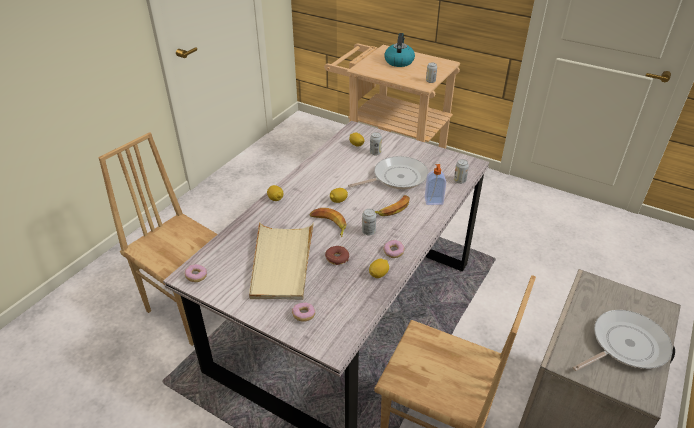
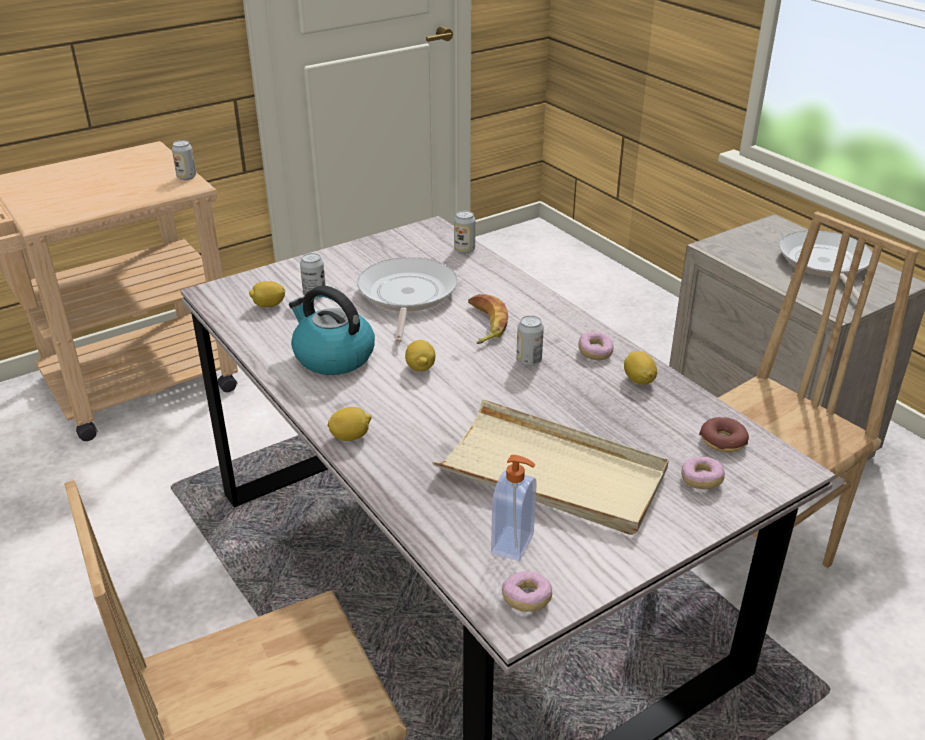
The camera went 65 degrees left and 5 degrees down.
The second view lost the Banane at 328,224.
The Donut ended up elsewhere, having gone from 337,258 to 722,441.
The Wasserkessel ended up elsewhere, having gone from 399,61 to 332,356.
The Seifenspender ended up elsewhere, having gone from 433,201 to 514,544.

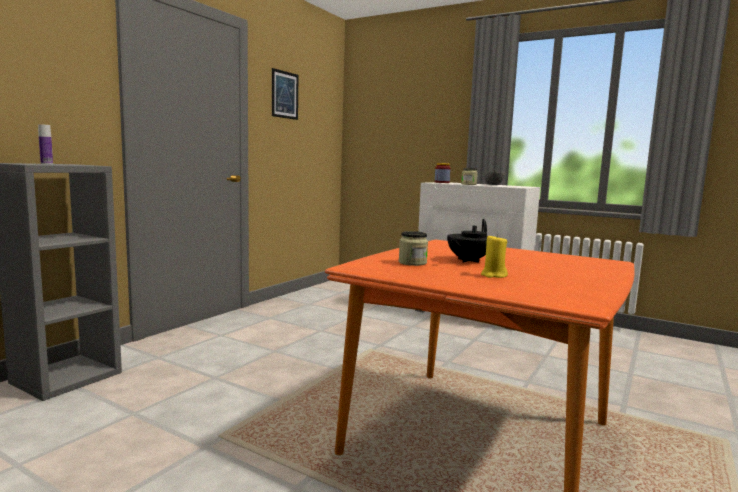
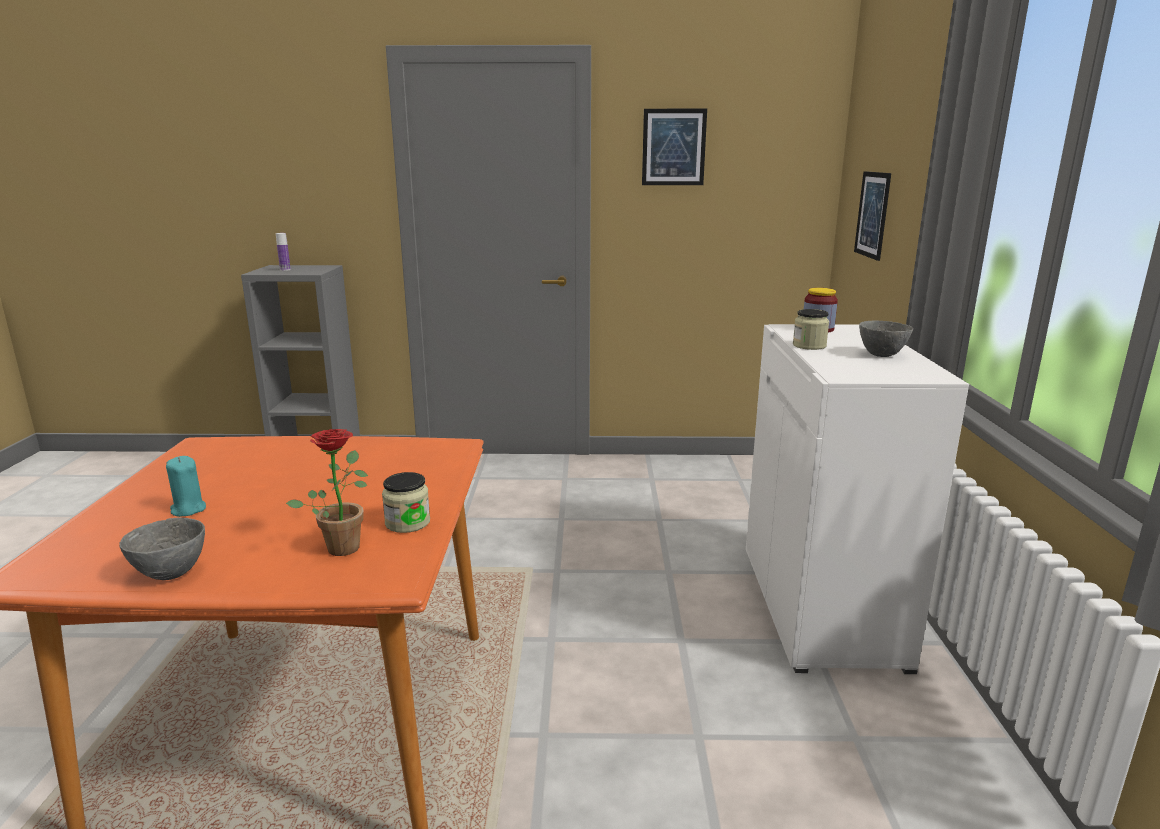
The camera went 60 degrees right and 10 degrees up.
The second view lost the Teekanne [schwarz] at 468,260.
The second view gained the Schüssel [grau] at 170,574.
The second view gained the Topfpflanze at 344,545.
The second view gained the Bild at 872,214.
The Vorratsglas ended up elsewhere, having gone from 412,263 to 407,523.
What was the Kerze [gelb] at 493,275 turned into the Kerze [türkis] at 188,509.

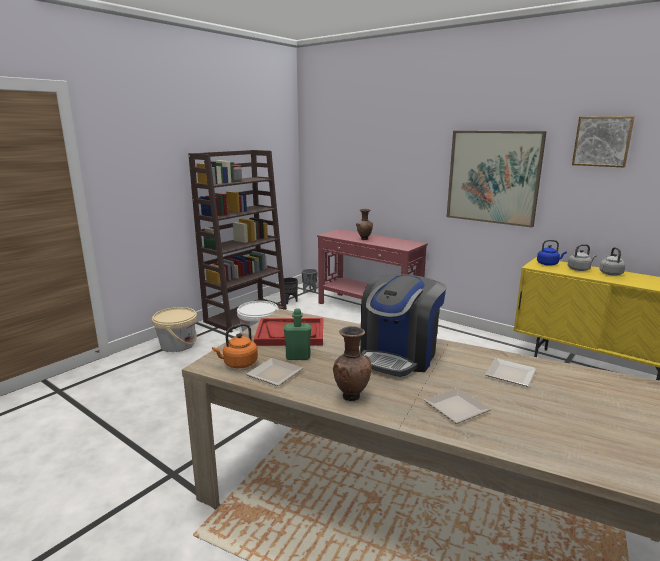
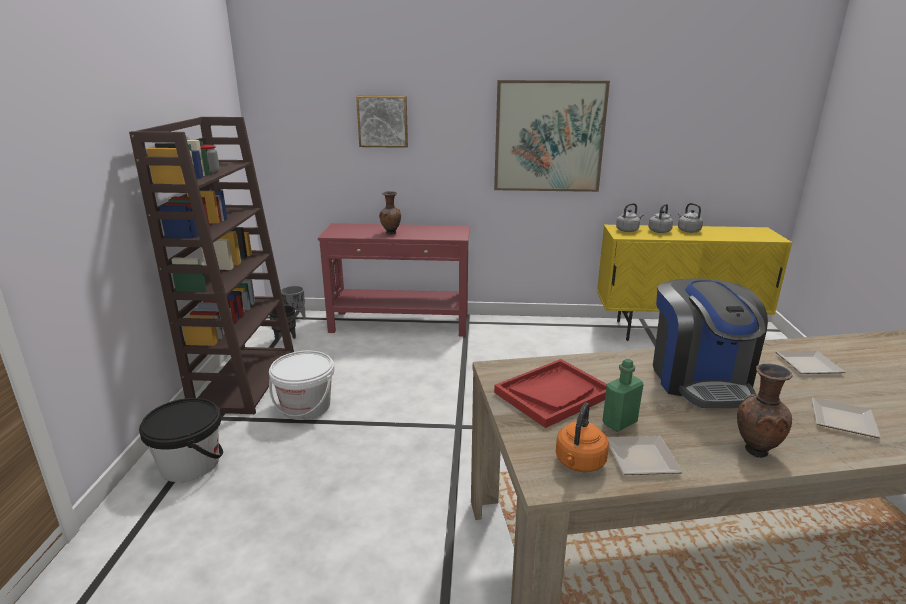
The camera went 35 degrees left and 5 degrees up.
The Bild ended up elsewhere, having gone from 602,141 to 383,121.
What was the Eimer [beige] at 177,345 turned into the Eimer [schwarz] at 190,464.
What was the Wasserkessel [blau] at 548,264 turned into the Wasserkessel [grau] at 628,230.

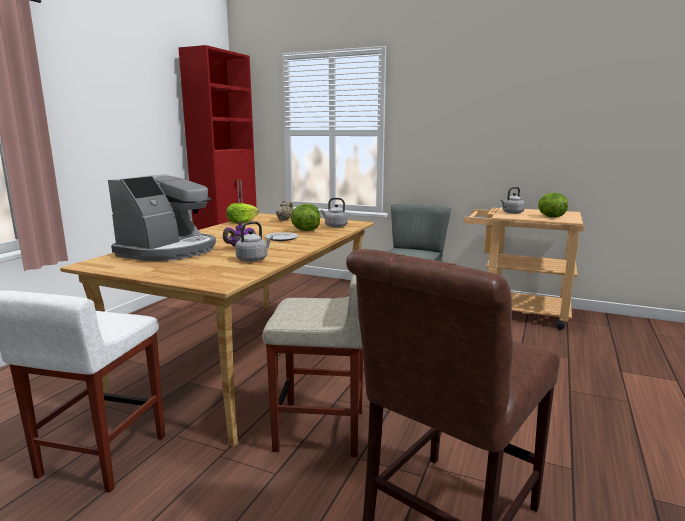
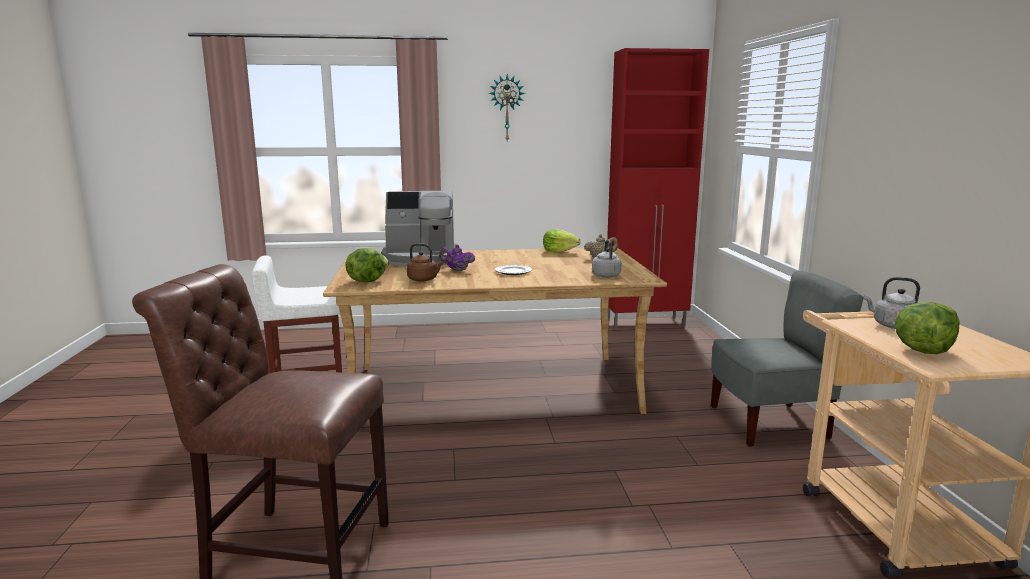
The camera went 60 degrees right and 0 degrees up.
The second view lost the Hocker [beige] at 322,430.
The second view gained the Wanduhr at 506,108.
The Salatkopf ended up elsewhere, having gone from 305,230 to 367,281.
What was the Wasserkessel [grau] at 253,259 turned into the Wasserkessel [braun] at 424,280.

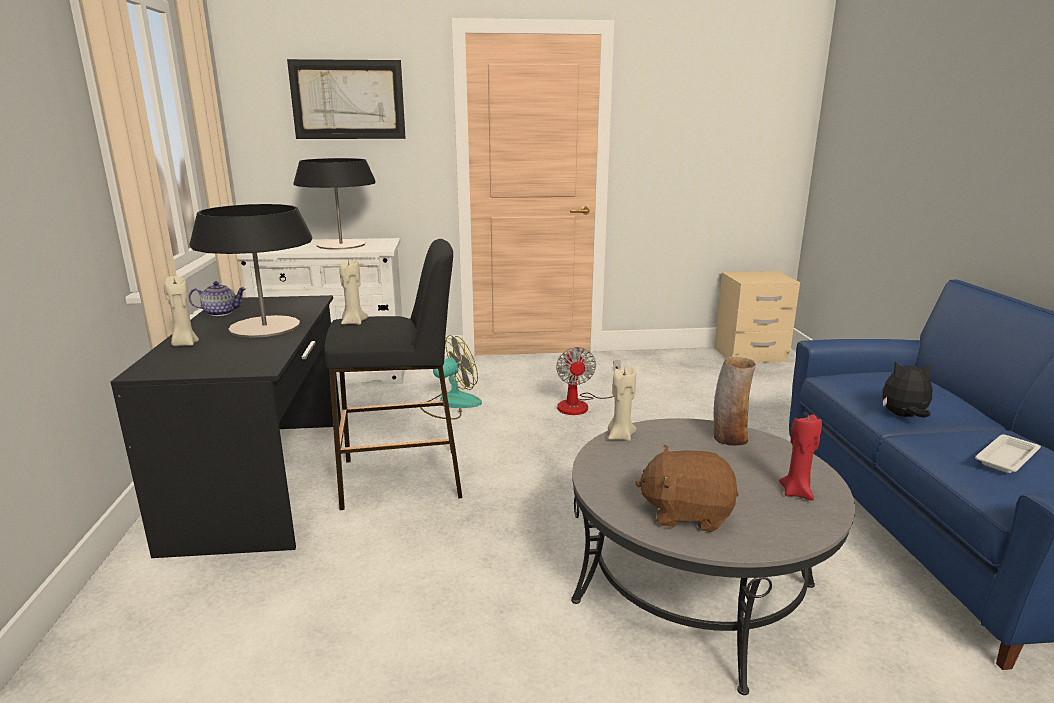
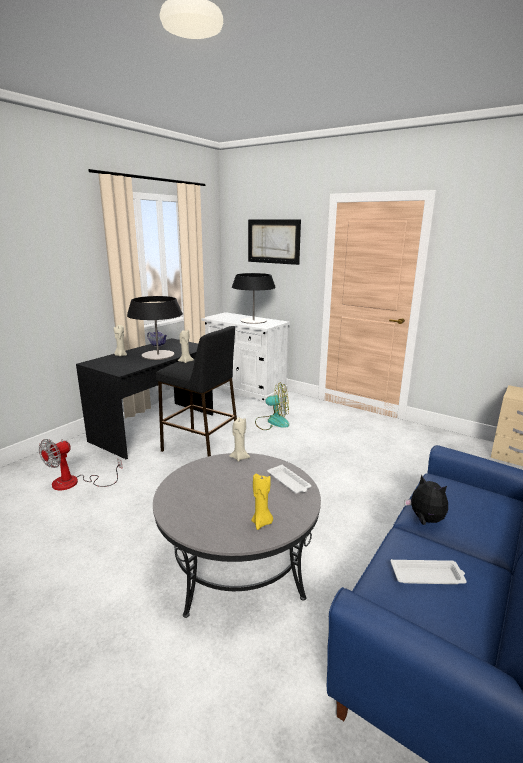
The camera went 40 degrees right and 0 degrees up.
The second view lost the Plüschtier [braun] at 686,513.
The Ventilator ended up elsewhere, having gone from 580,405 to 74,483.
Where the Vase stood at 729,438, the Tablett [weiß] came to stand at 289,482.
What was the Kerze [rot] at 797,492 turned into the Kerze [gelb] at 262,523.

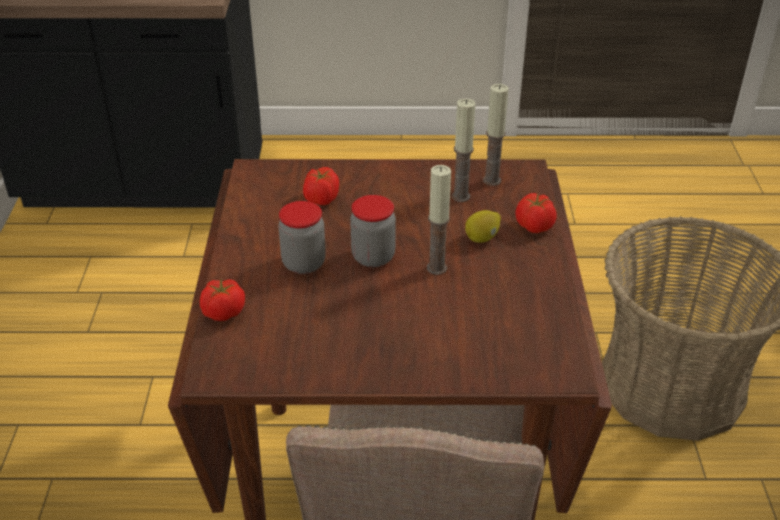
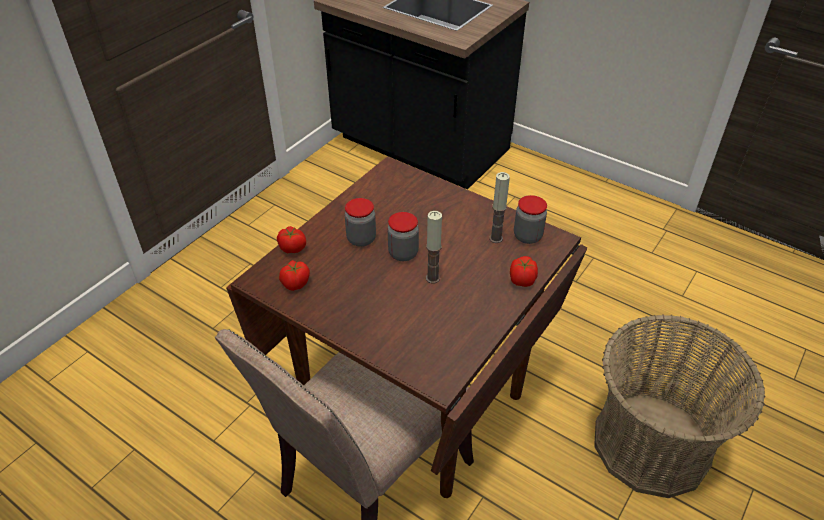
The camera went 35 degrees right and 5 degrees up.
The second view lost the Zitrone at 482,238.
The Tomate ended up elsewhere, having gone from 321,199 to 295,284.
Where the Kerze stood at 492,180, the Vorratsglas came to stand at 527,236.

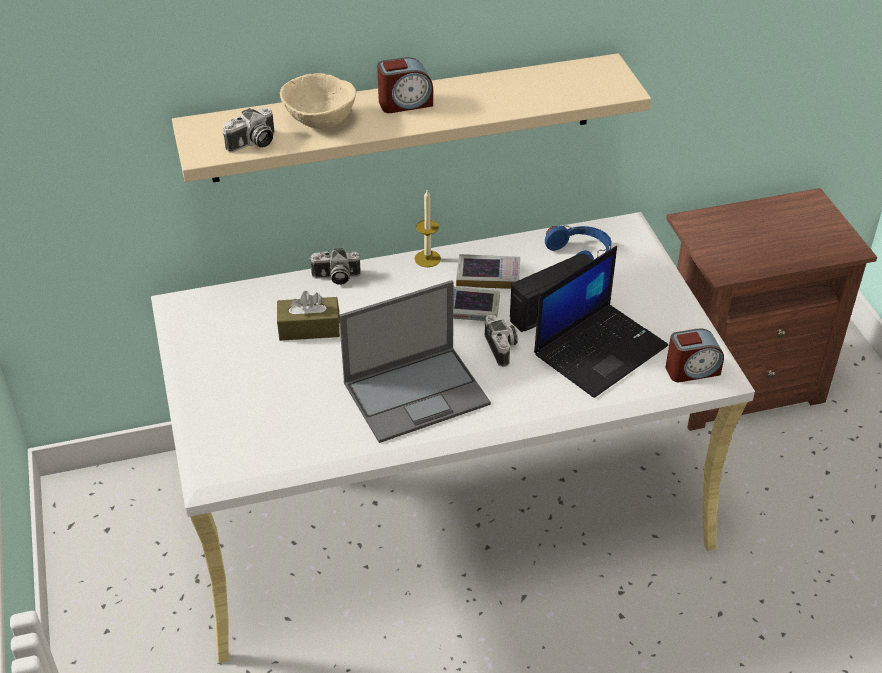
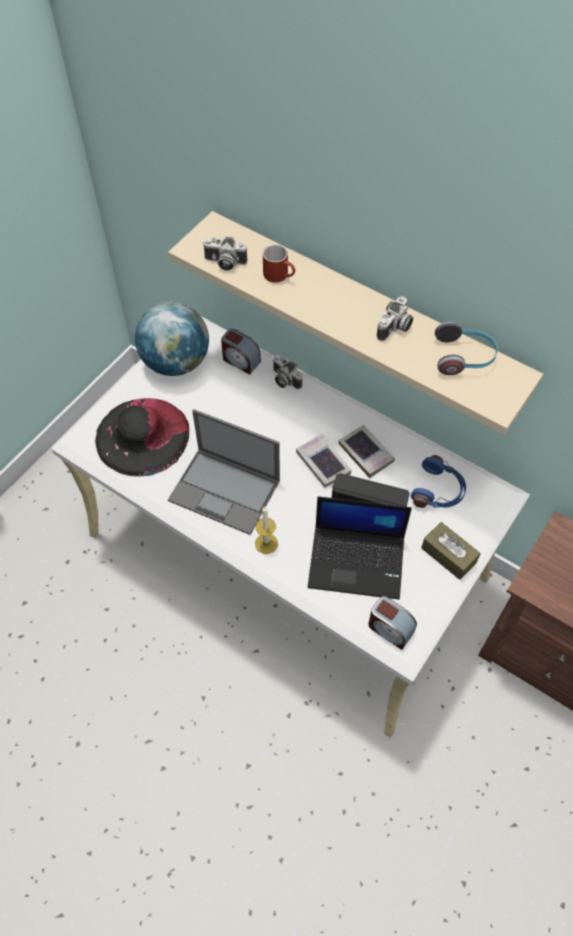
The camera went 50 degrees right and 15 degrees up.
The second view gained the Hut [schwarz] at 142,436.
The second view gained the Globus at 176,362.
The second view gained the Kopfhörer at 464,357.
The Taschentuchbox [braun] ended up elsewhere, having gone from 309,328 to 448,555.
The Wecker ended up elsewhere, having gone from 405,103 to 240,361.
The Kerze ended up elsewhere, having gone from 427,258 to 266,543.
The Kamera ended up elsewhere, having gone from 502,348 to 395,328.
Where the Schüssel [beige] stood at 319,121, the Henkelbecher [rot] came to stand at 280,275.

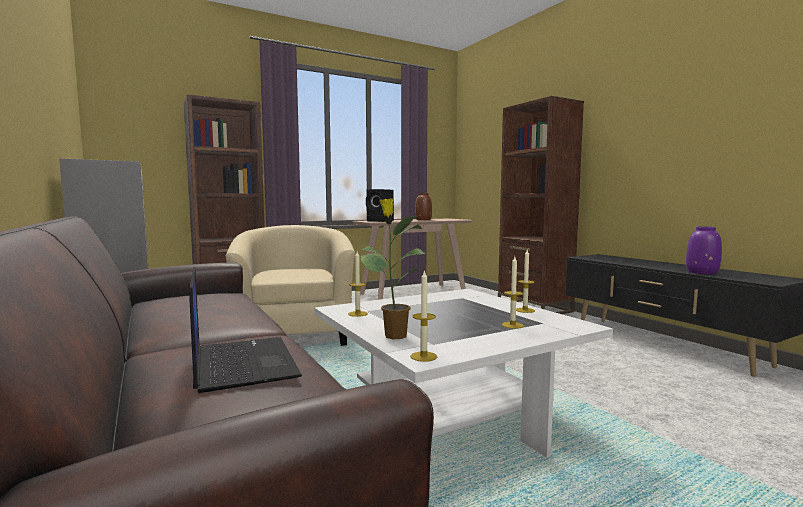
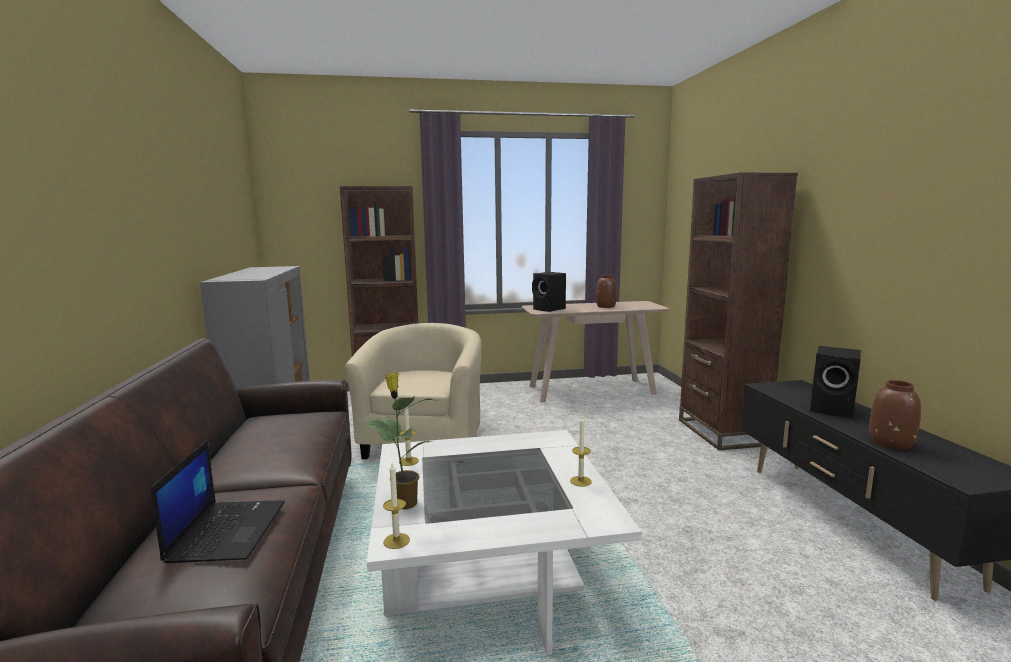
The camera went 20 degrees right and 5 degrees up.
The second view lost the Kerze at 512,325.
The second view gained the Lautsprecher [schwarz] at 834,409.
What was the Vase [lila] at 702,272 turned into the Vase [braun] at 891,443.

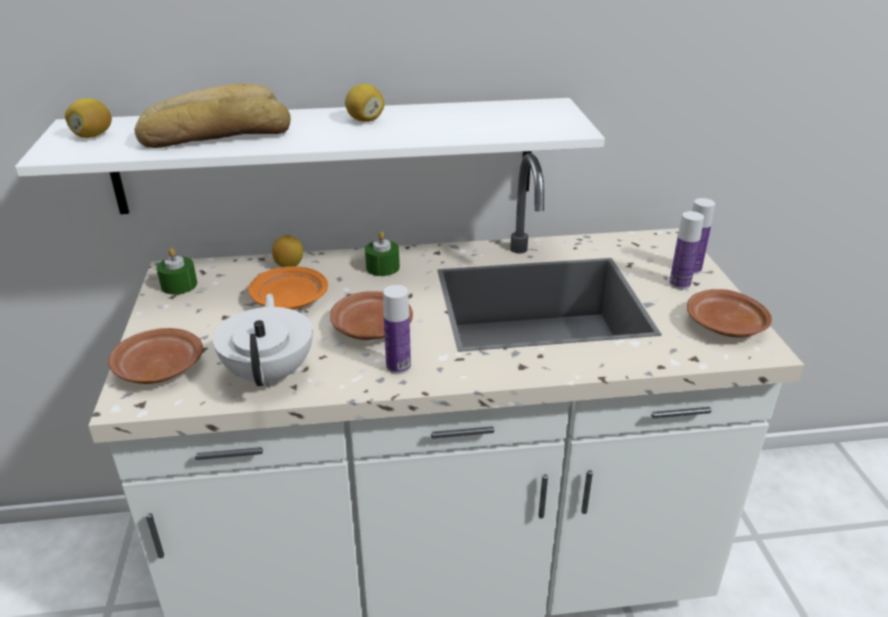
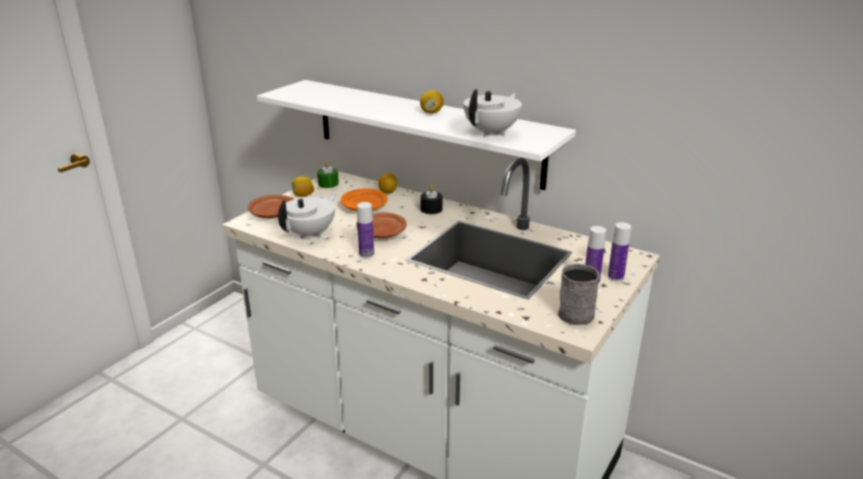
The camera went 40 degrees right and 5 degrees down.
The second view lost the Brot at 216,135.
The second view gained the Teekanne [weiß] at 492,132.
The Zitrone ended up elsewhere, having gone from 92,136 to 303,195.
Where the Teller [braun] stood at 725,326, the Henkelbecher [grau] came to stand at 578,312.
What was the Kerze [grün] at 382,267 turned into the Kerze [schwarz] at 431,209.

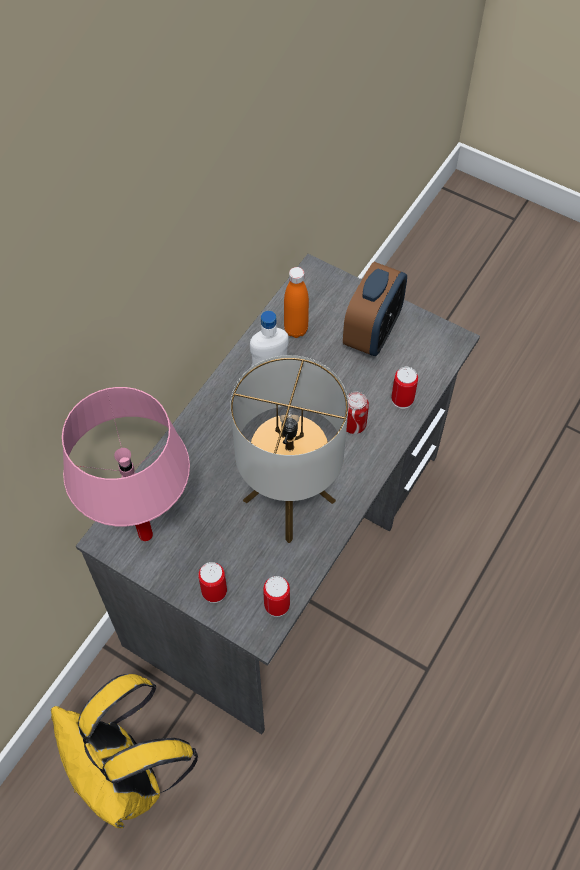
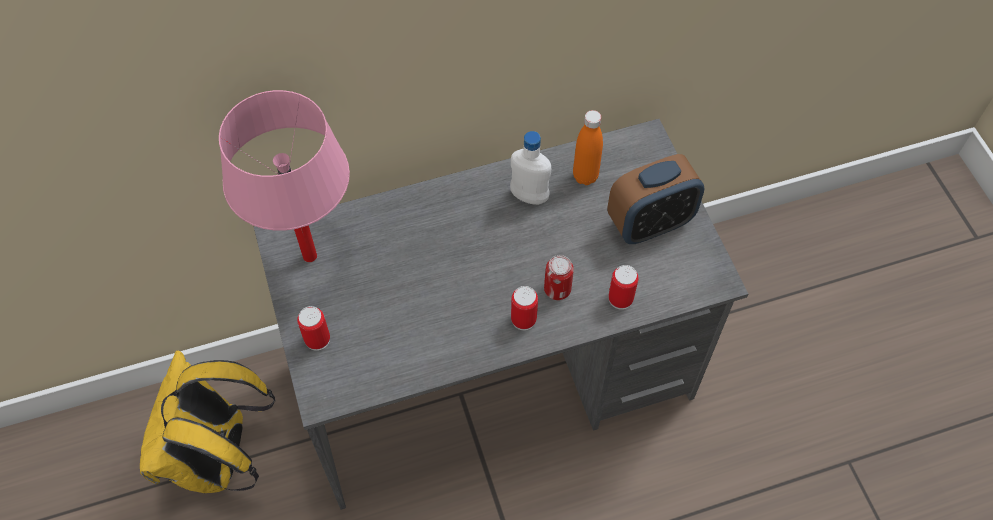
The camera went 40 degrees right and 0 degrees up.
The second view lost the Tischlampe at 288,500.
The Dose ended up elsewhere, having gone from 277,605 to 523,319.

